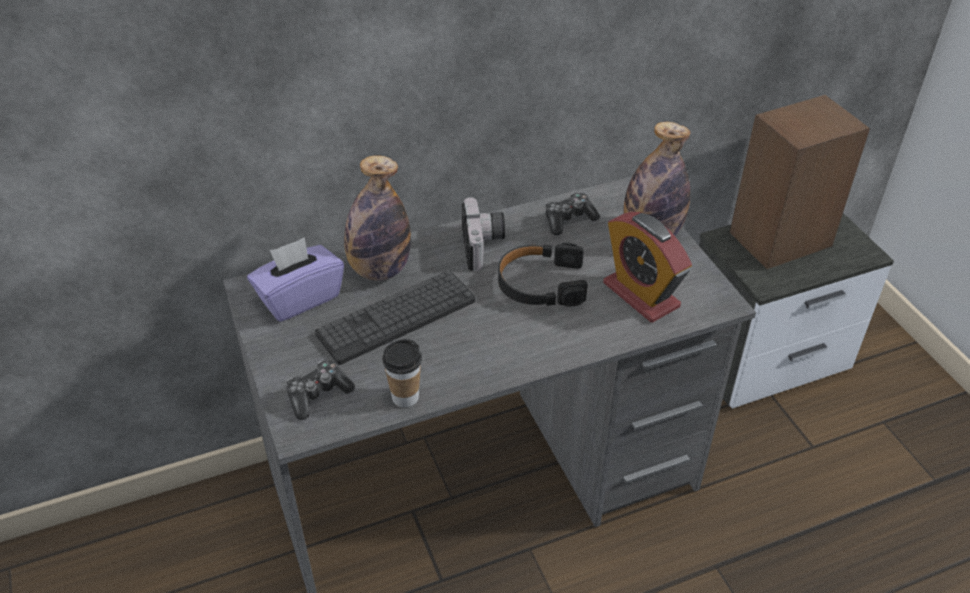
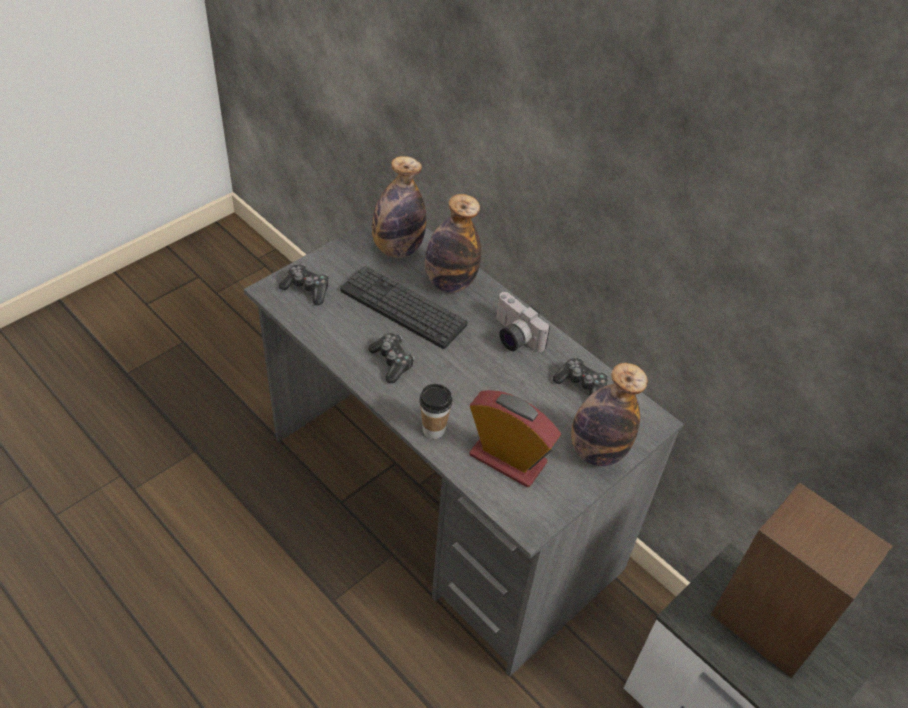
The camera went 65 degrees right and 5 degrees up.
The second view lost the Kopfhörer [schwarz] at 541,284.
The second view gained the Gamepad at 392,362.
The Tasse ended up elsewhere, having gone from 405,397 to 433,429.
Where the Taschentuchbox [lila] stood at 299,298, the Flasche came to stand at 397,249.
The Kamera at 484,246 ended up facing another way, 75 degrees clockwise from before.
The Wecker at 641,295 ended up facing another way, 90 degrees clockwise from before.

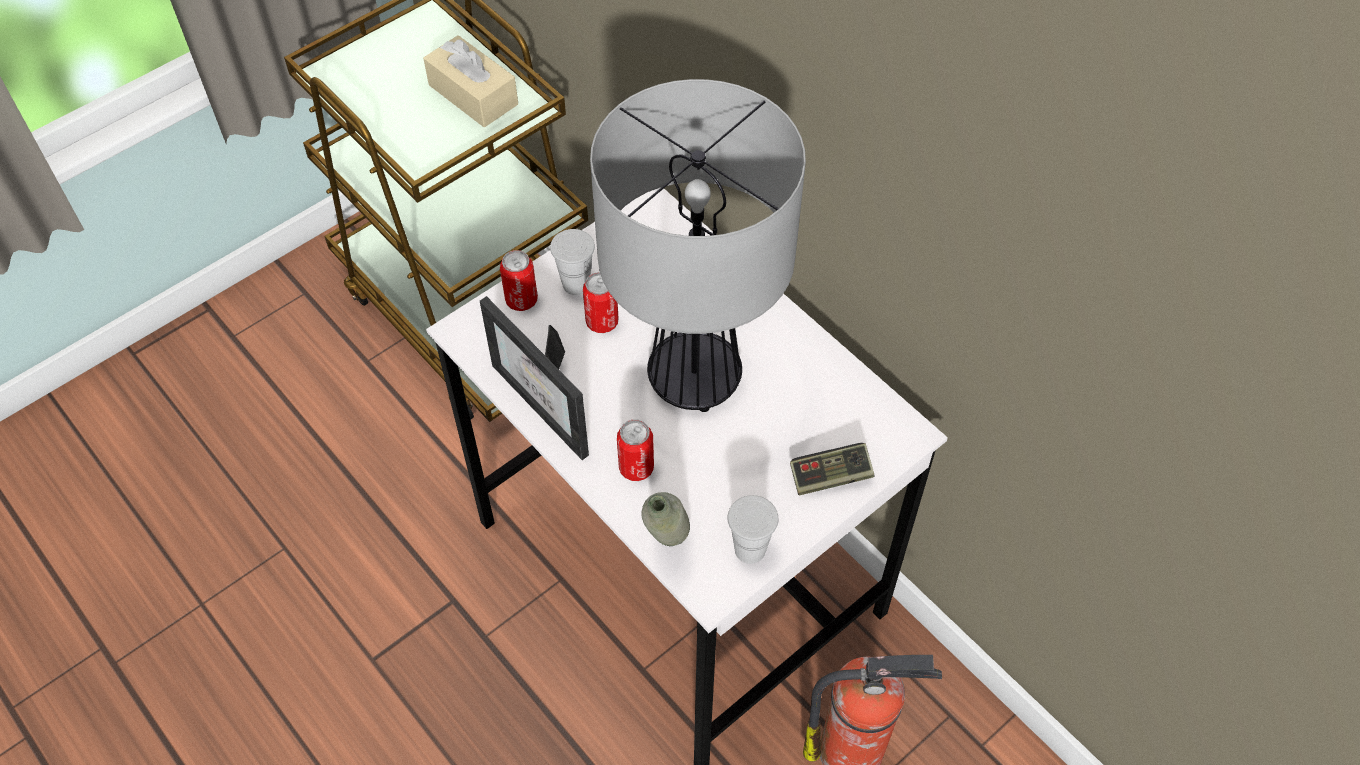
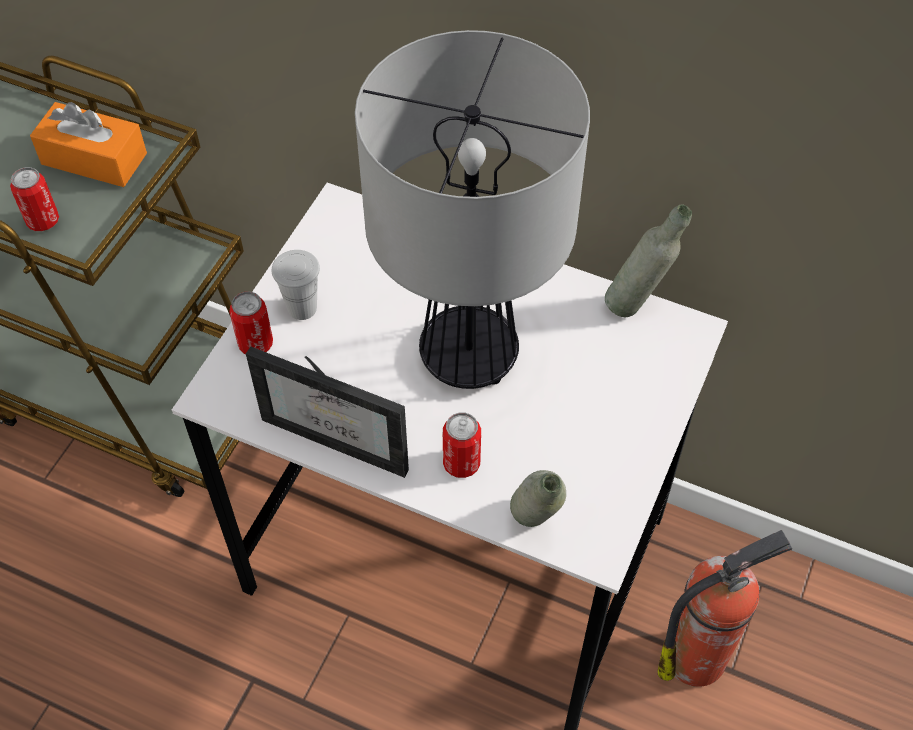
The camera went 25 degrees left and 0 degrees up.
The second view lost the Tasse [weiß] at 750,549.
The second view lost the Gamepad at 830,476.
The second view gained the Flasche [grau] at 637,304.
The Dose ended up elsewhere, having gone from 602,322 to 43,221.
What was the Taschentuchbox [beige] at 473,95 turned into the Taschentuchbox [orange] at 94,159.

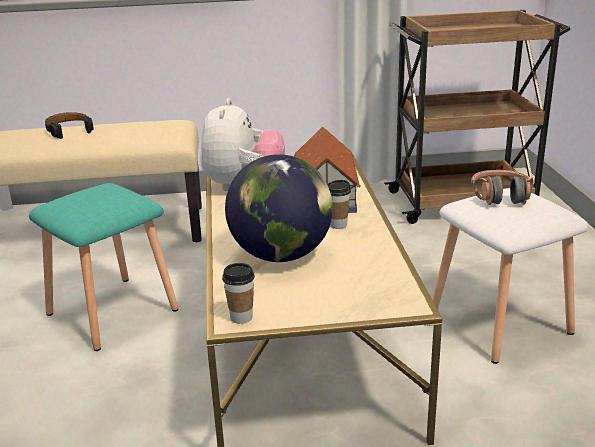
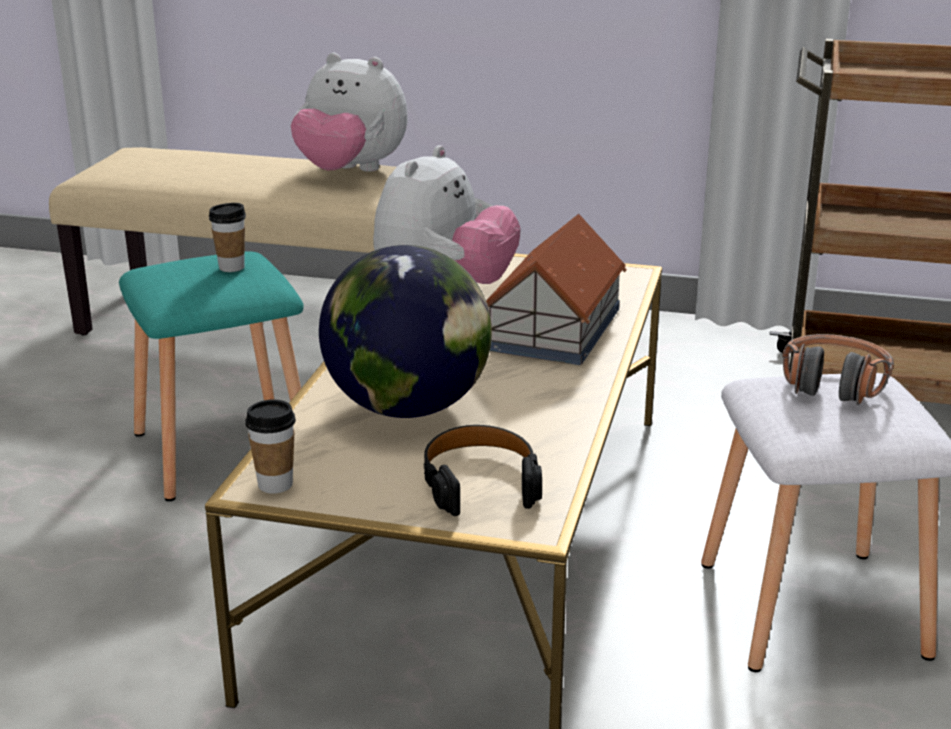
The camera went 20 degrees right and 0 degrees up.
The second view gained the Plüschtier at 350,172.
The Kopfhörer [schwarz] ended up elsewhere, having gone from 69,130 to 480,482.
The Tasse ended up elsewhere, having gone from 338,225 to 231,267.

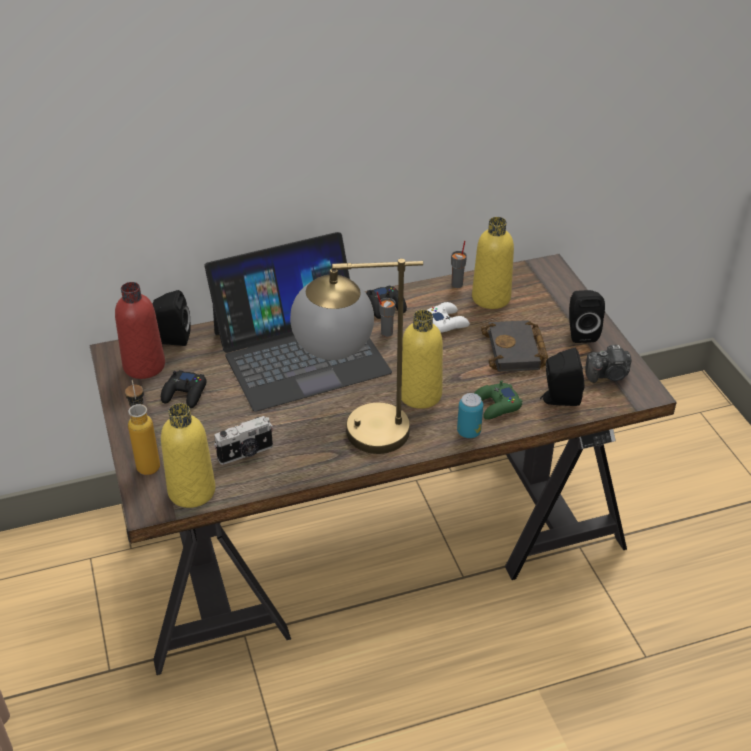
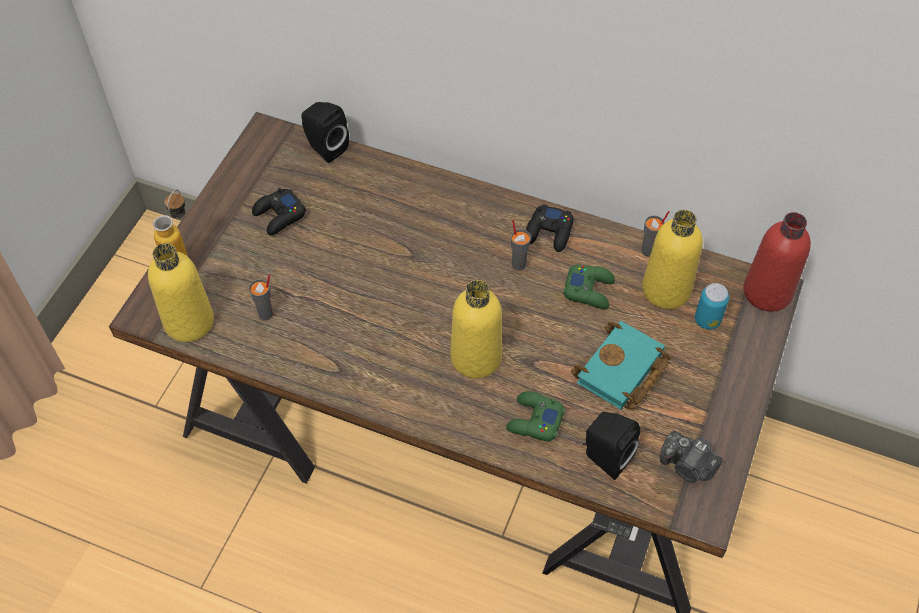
The camera went 40 degrees right and 15 degrees up.
The second view lost the Laptop at 300,351.
The second view lost the Tischlampe at 353,433.
The second view lost the Lautsprecher [schwarz] at 581,332.
The Flasche [rot] ended up elsewhere, having gone from 144,366 to 767,292.
The Dose ended up elsewhere, having gone from 468,432 to 707,320.
Where the Kamera stood at 246,453, the Tasse [grau] came to stand at 266,314.
What was the Gamepad [weiß] at 446,322 turned into the Gamepad [grün] at 589,290.
What was the Buch [schwarz] at 516,352 turned into the Buch [türkis] at 622,372.

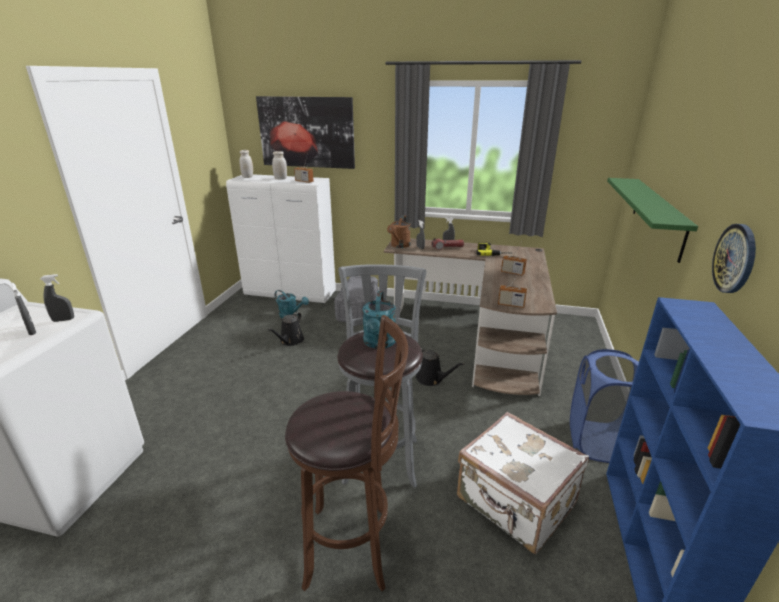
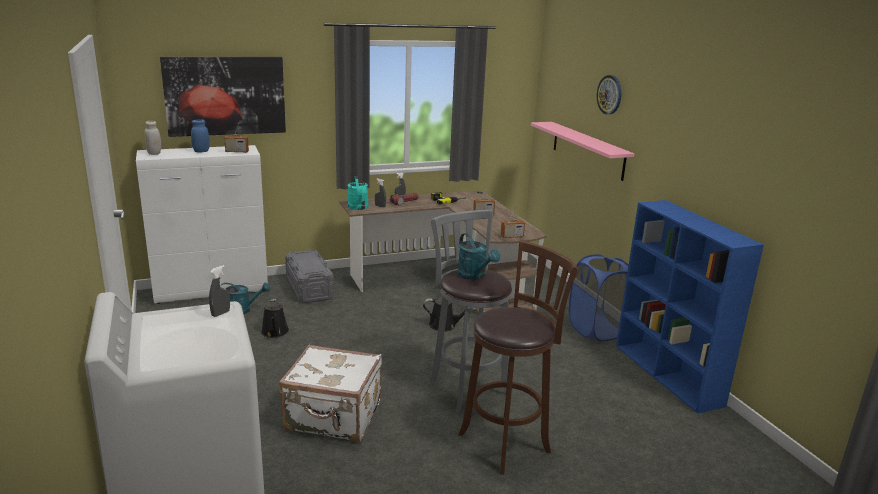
The camera went 35 degrees left and 5 degrees down.
The second view lost the Sprühflasche [grau] at 32,331.
The Koffer [weiß] ended up elsewhere, having gone from 515,503 to 333,417.
The Wanduhr ended up elsewhere, having gone from 735,258 to 610,94.
What was the Vorratsglas [weiß] at 280,179 turned into the Vorratsglas [blau] at 201,151.
What was the Gießkanne [braun] at 399,246 turned into the Gießkanne [türkis] at 358,208.
What was the Wandregal [grün] at 658,216 turned into the Wandregal [rosa] at 587,150.

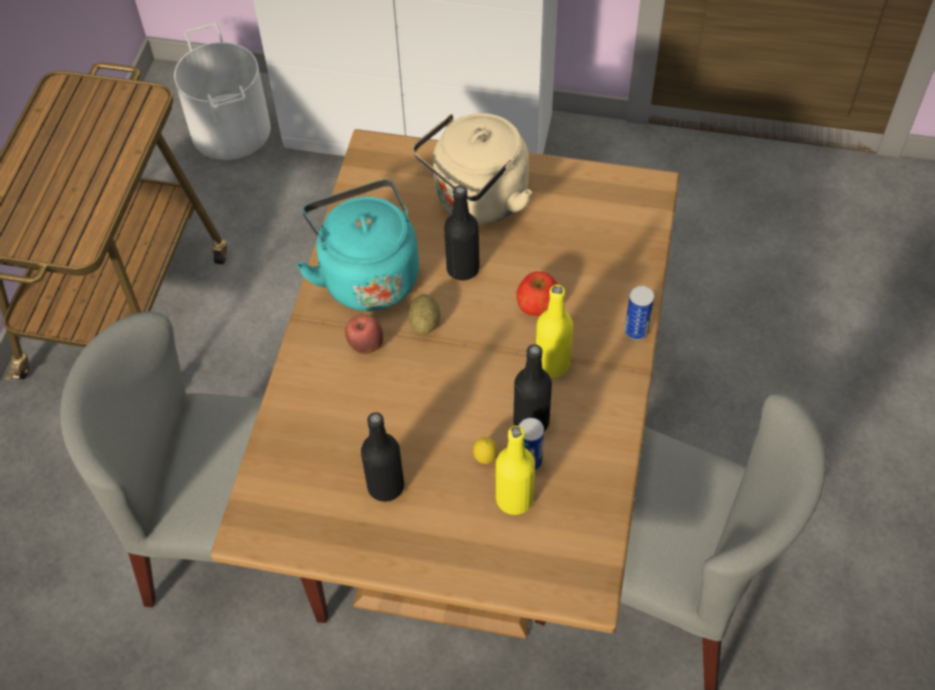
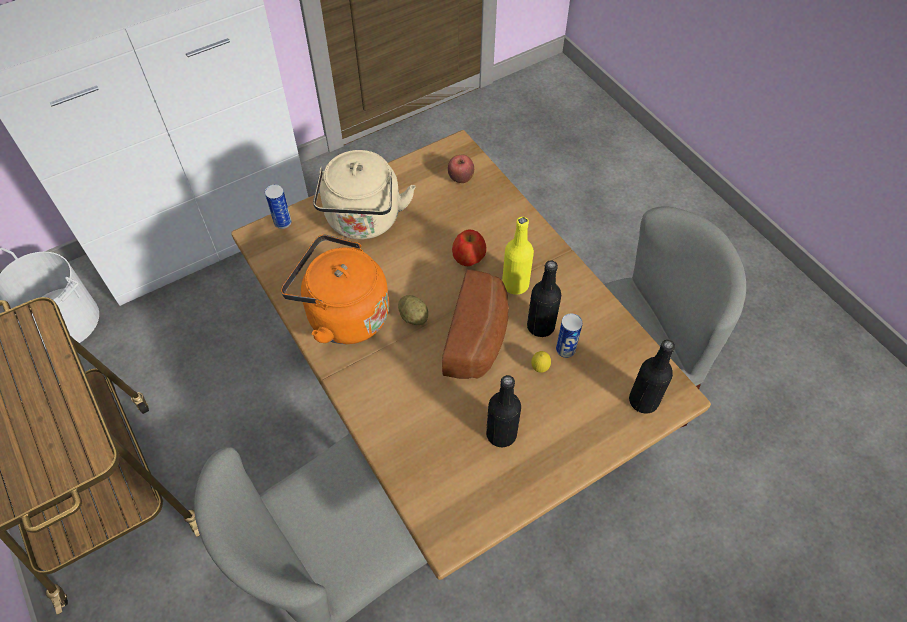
The camera went 45 degrees left and 0 degrees up.
The second view lost the Flasche [gelb] at 514,499.
The second view gained the Brot at 479,338.
The Apfel ended up elsewhere, having gone from 366,345 to 461,179.
The Flasche [schwarz] ended up elsewhere, having gone from 462,268 to 643,401.
The Dose ended up elsewhere, having gone from 636,331 to 282,222.
What was the Wasserkessel [türkis] at 367,274 turned into the Wasserkessel [orange] at 343,315.

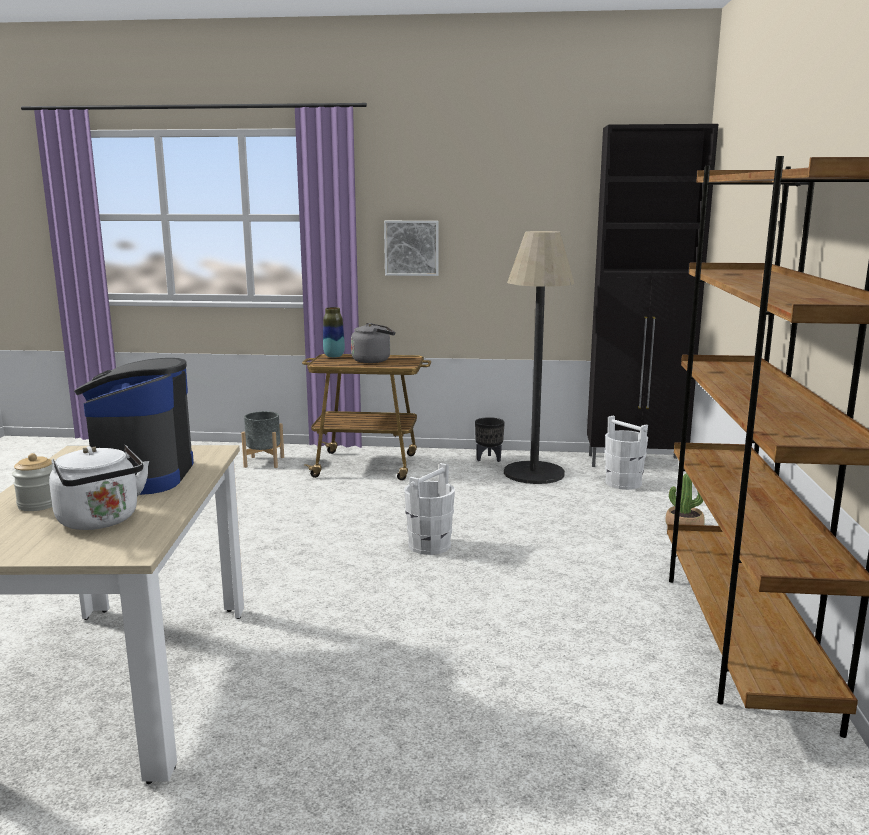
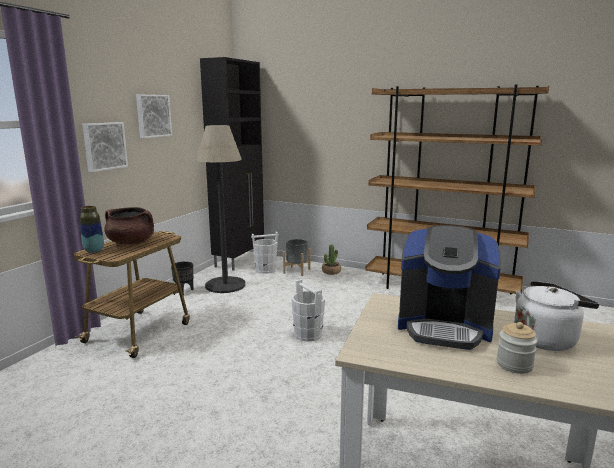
The camera went 70 degrees left and 0 degrees up.
The second view gained the Bild at 153,116.
The Pflanzkübel [grau] ended up elsewhere, having gone from 264,462 to 296,271.
Where the Wasserkessel [grau] stood at 373,360, the Kochtopf [braun] came to stand at 131,243.

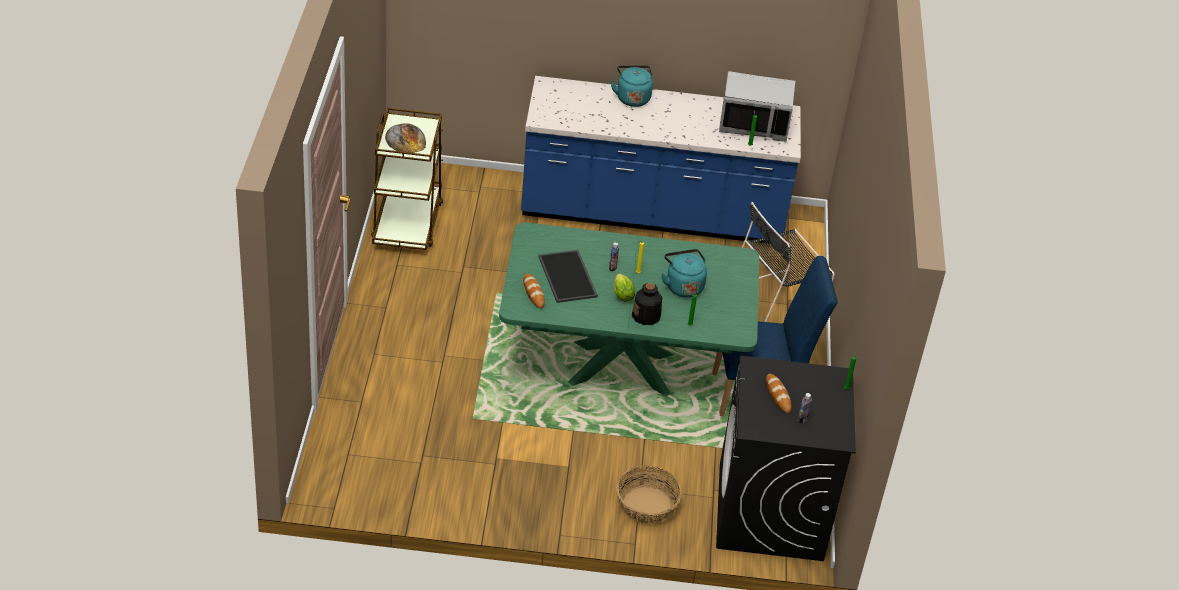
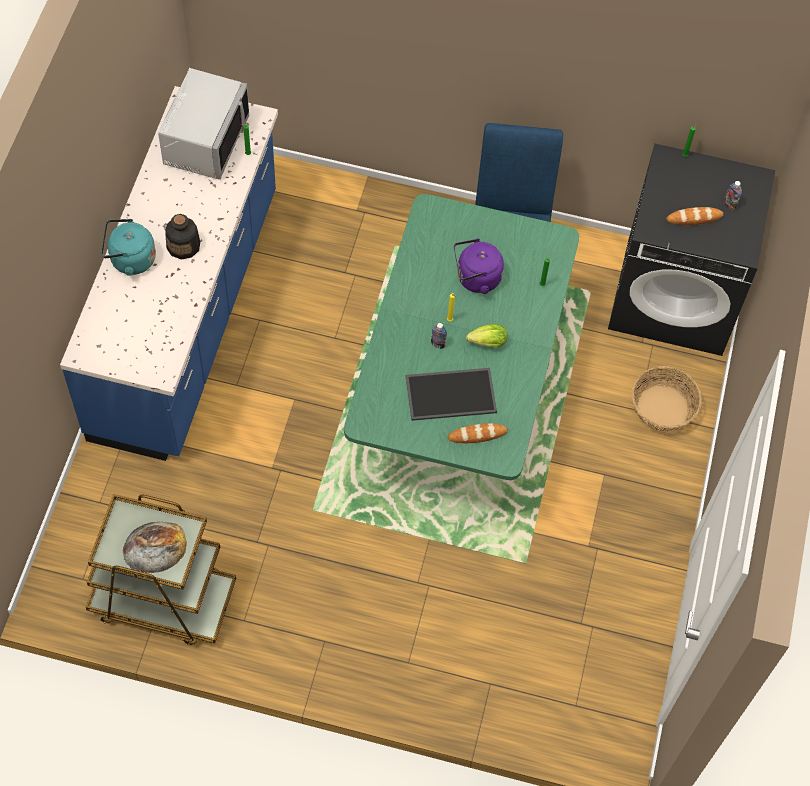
The camera went 80 degrees left and 20 degrees up.
The second view lost the Stuhl [schwarz] at 777,299.
The Flasche ended up elsewhere, having gone from 646,316 to 184,245.
What was the Wasserkessel [türkis] at 683,286 turned into the Wasserkessel [lila] at 475,279.

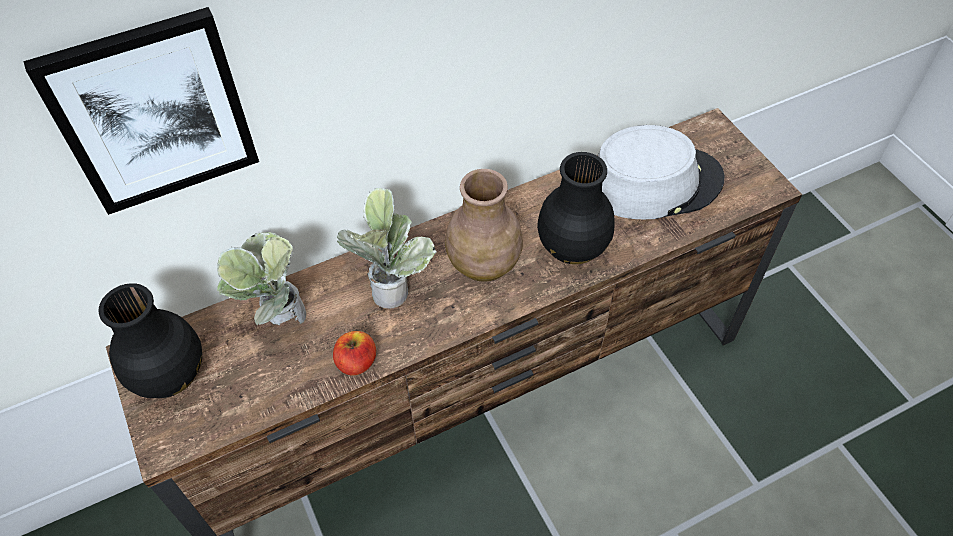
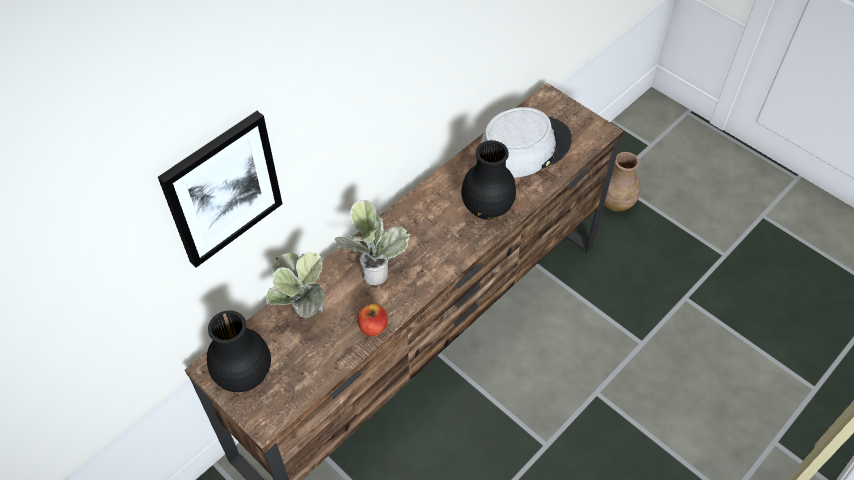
The camera went 20 degrees left and 0 degrees up.
The Vase [braun] ended up elsewhere, having gone from 485,264 to 616,203.

